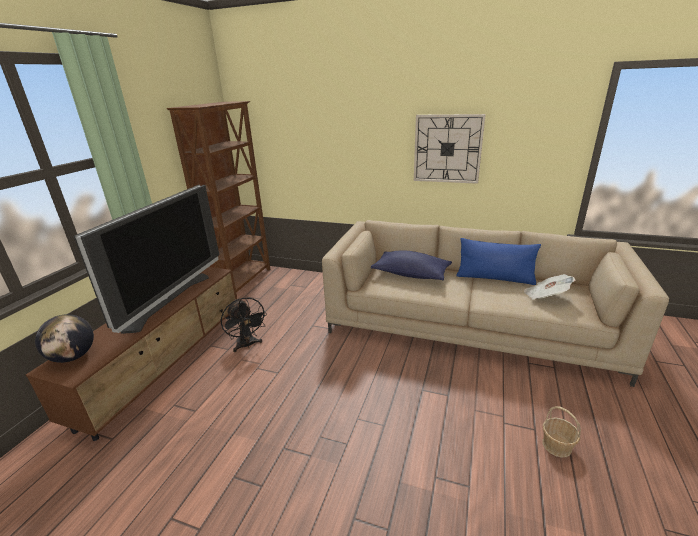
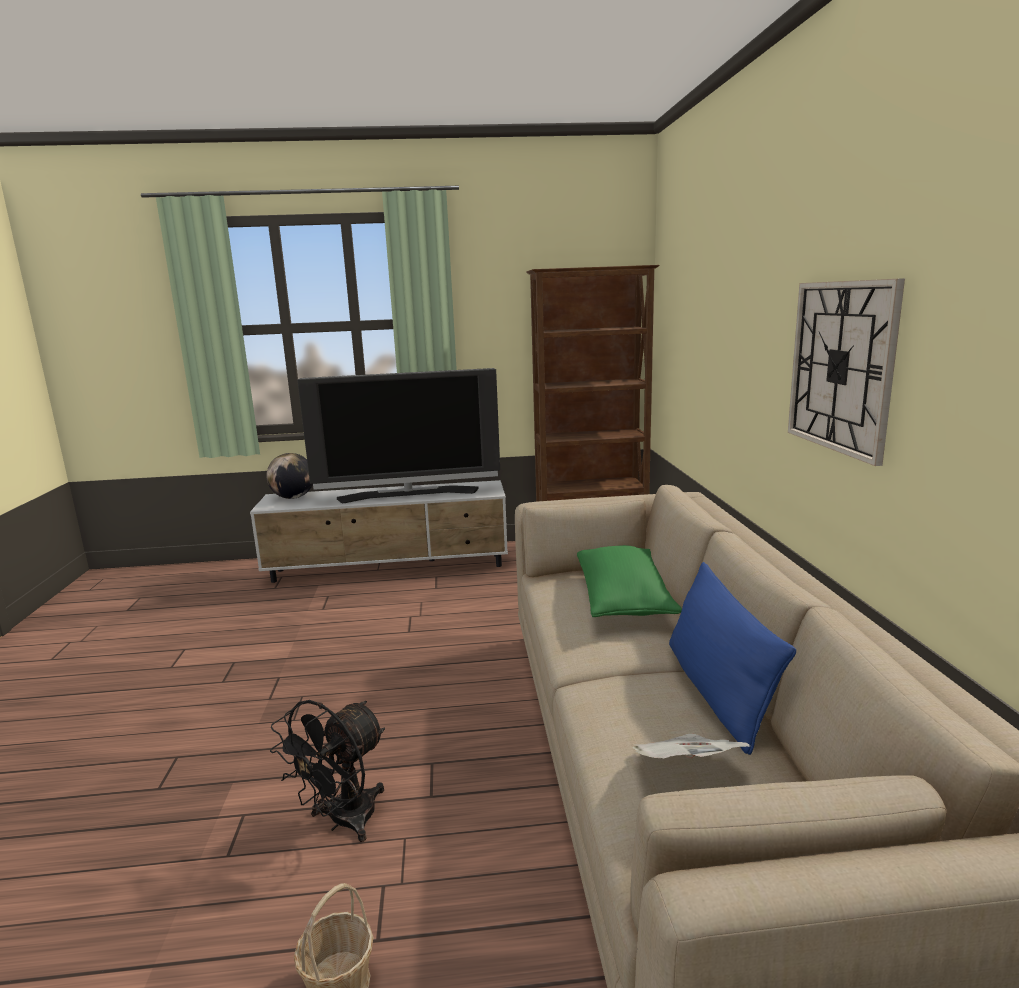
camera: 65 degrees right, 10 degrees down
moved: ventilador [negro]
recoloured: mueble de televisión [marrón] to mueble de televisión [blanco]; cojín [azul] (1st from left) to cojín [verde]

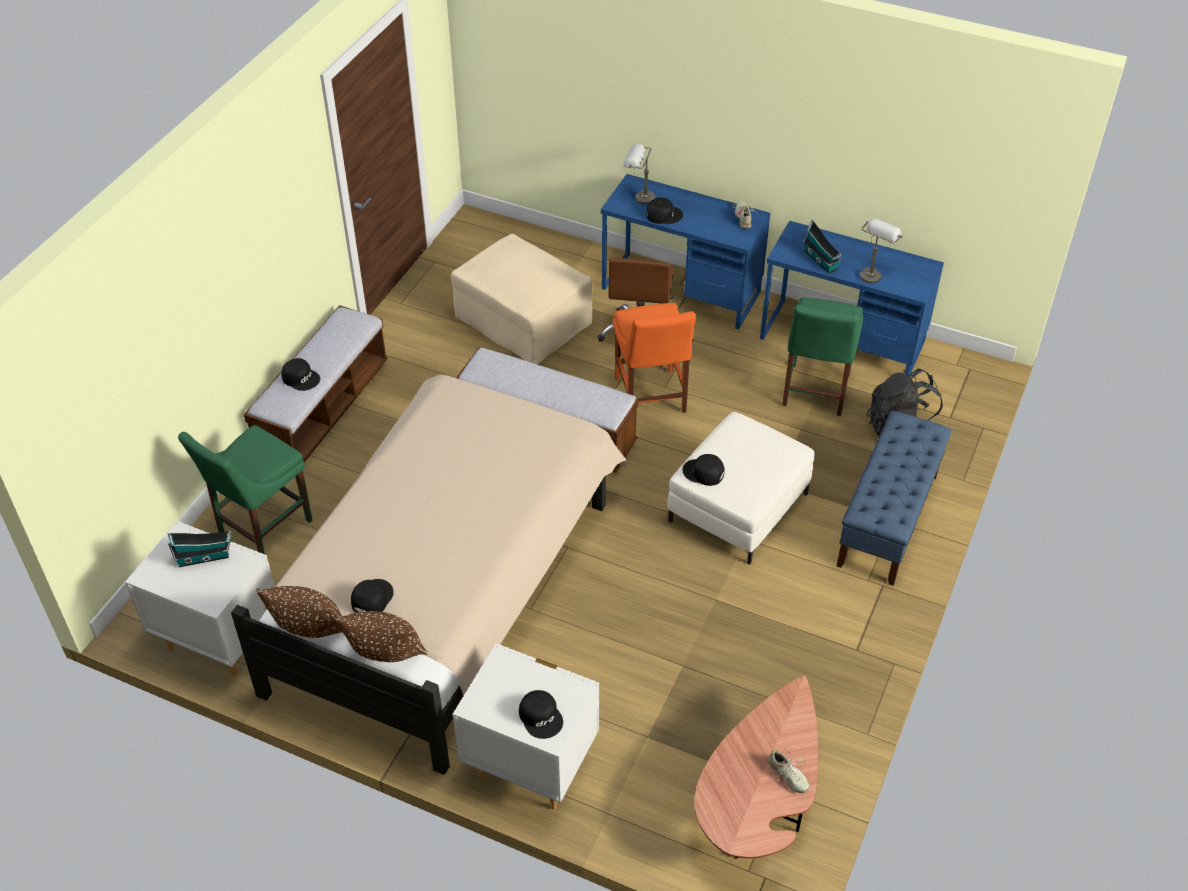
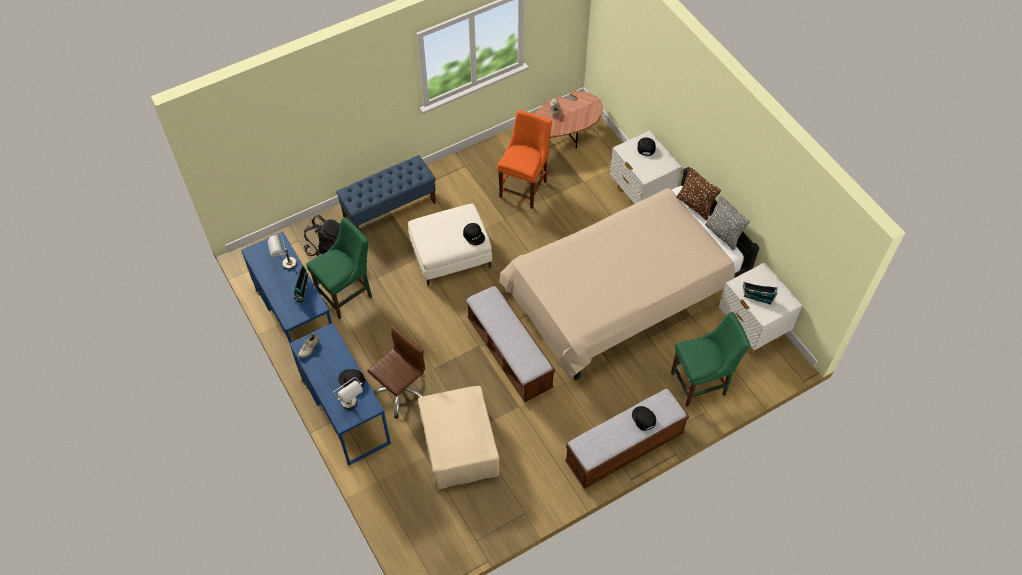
camera: 145 degrees left, 10 degrees up
removed: gorra [negro] (2nd from left)
moved: silla [naranja]
recoloured: cojín [marrón] (1st from left) to cojín [gris]

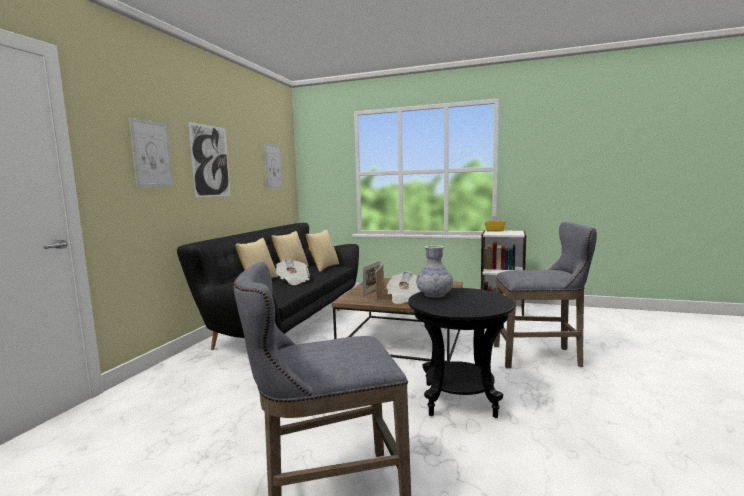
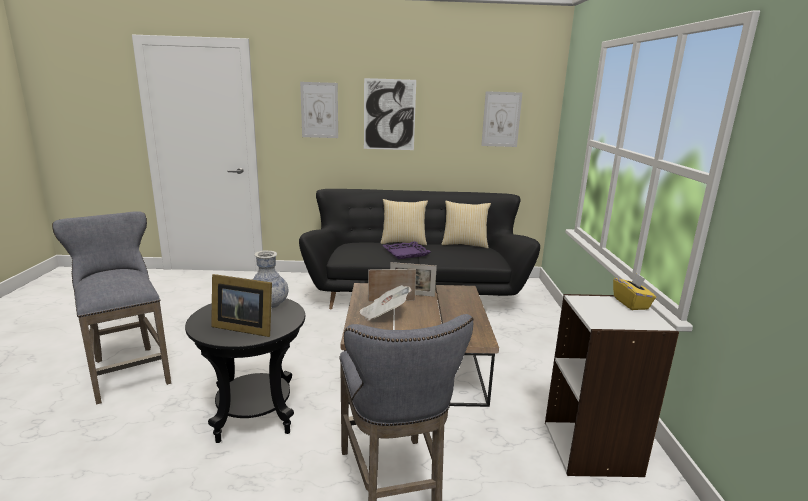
camera: 70 degrees right, 10 degrees up
removed: cojín (3rd from left)
added: portarretratos (1st from left)
replaced: periódico (1st from left) to bandeja [morado]

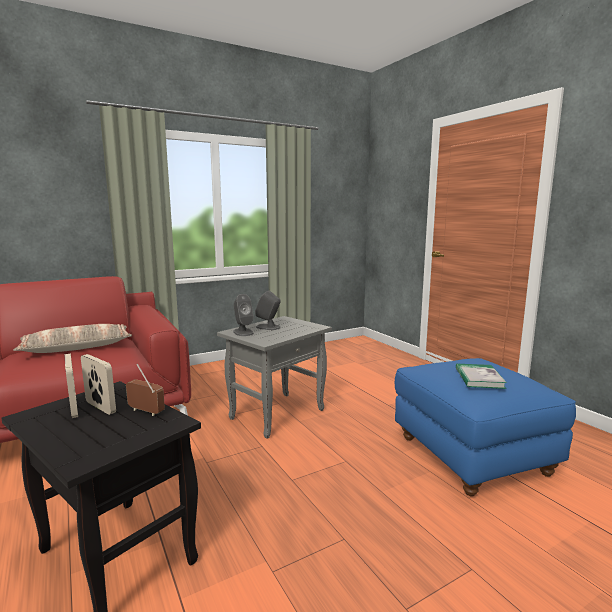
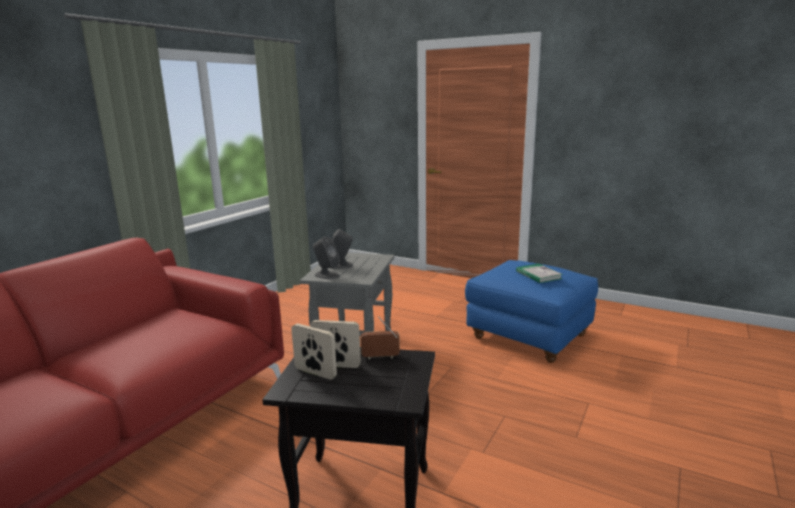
camera: 30 degrees left, 5 degrees up
removed: cojín

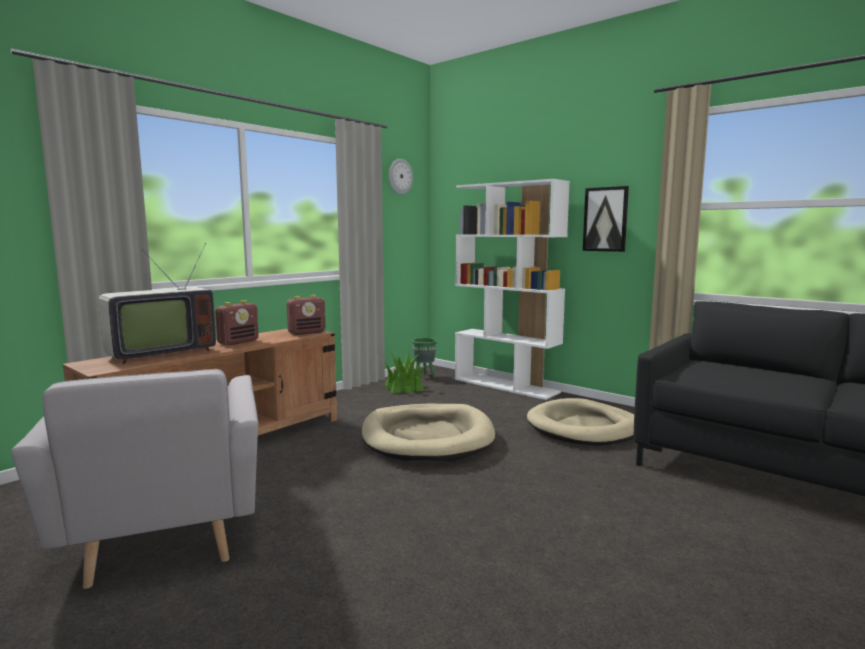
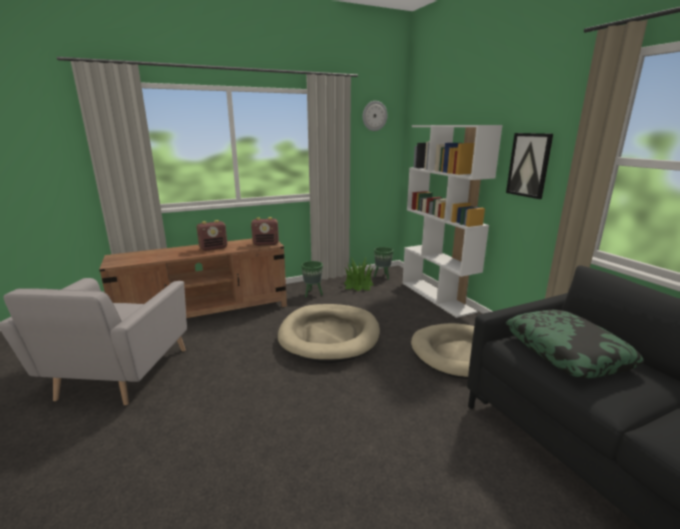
camera: 25 degrees right, 10 degrees up
removed: televisor
added: maceta [verde] (1st from left); cojín

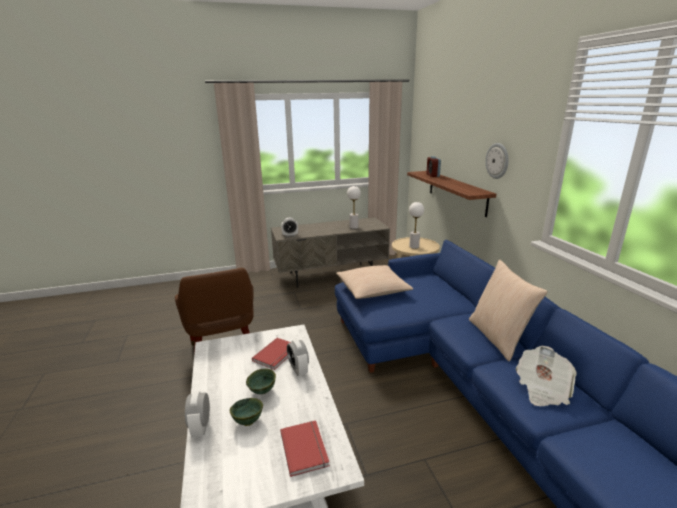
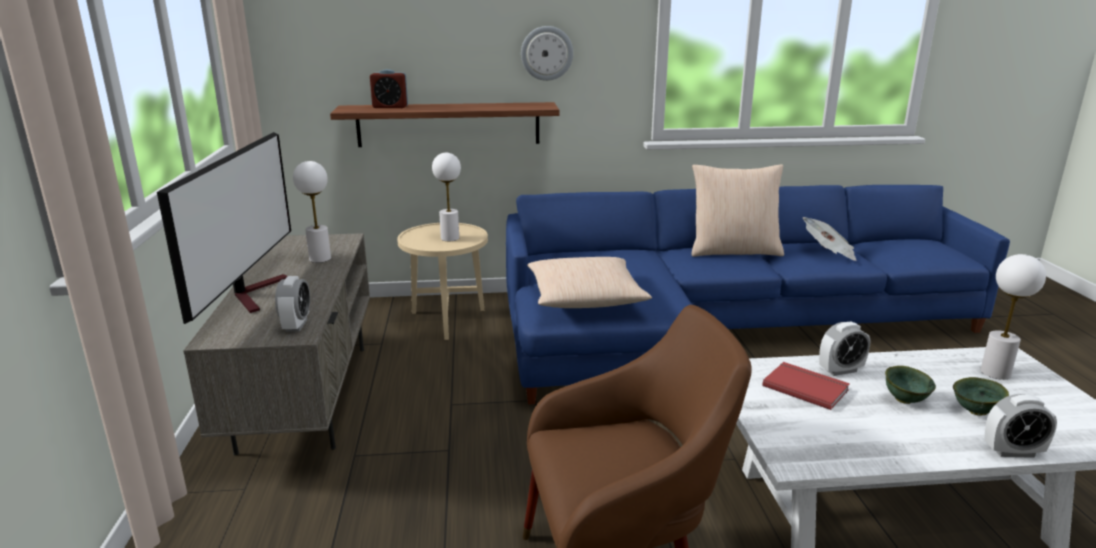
camera: 80 degrees left, 0 degrees up
added: televisor
replaced: libro [rojo] (2nd from left) to lámpara de mesa [blanco] (3rd from left)

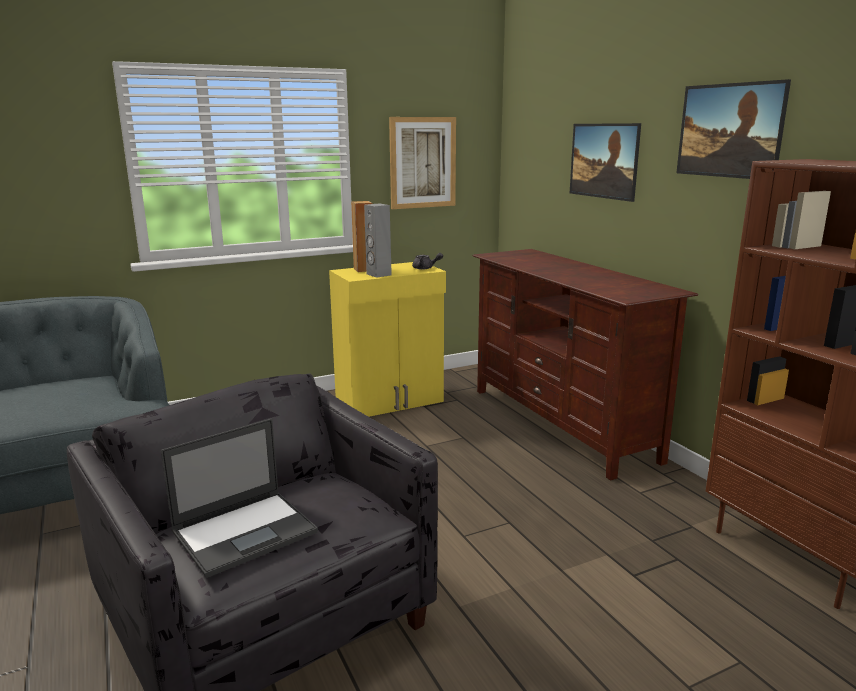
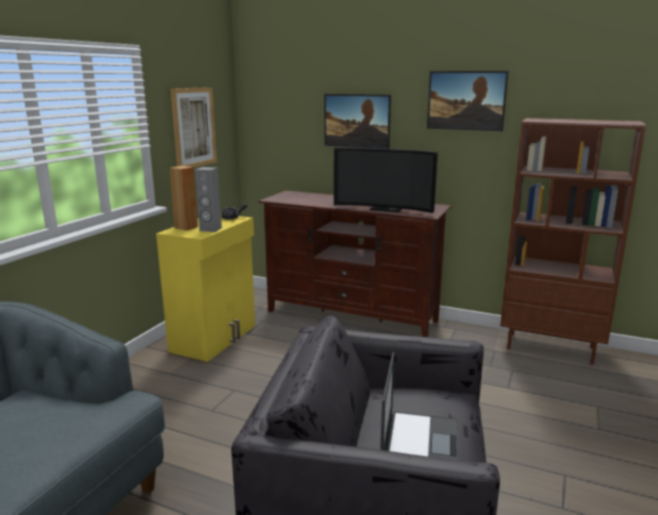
camera: 40 degrees left, 0 degrees up
added: televisor

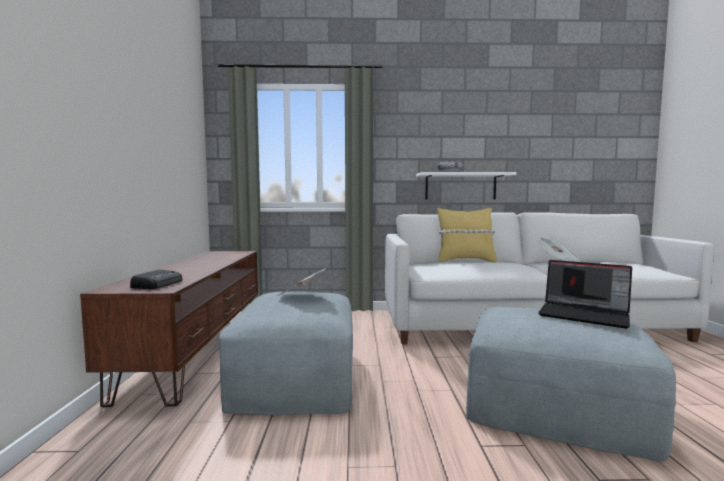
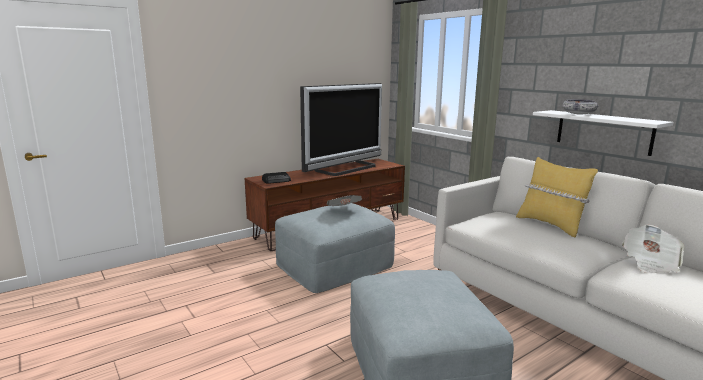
camera: 55 degrees right, 10 degrees up
removed: portátil
added: televisor

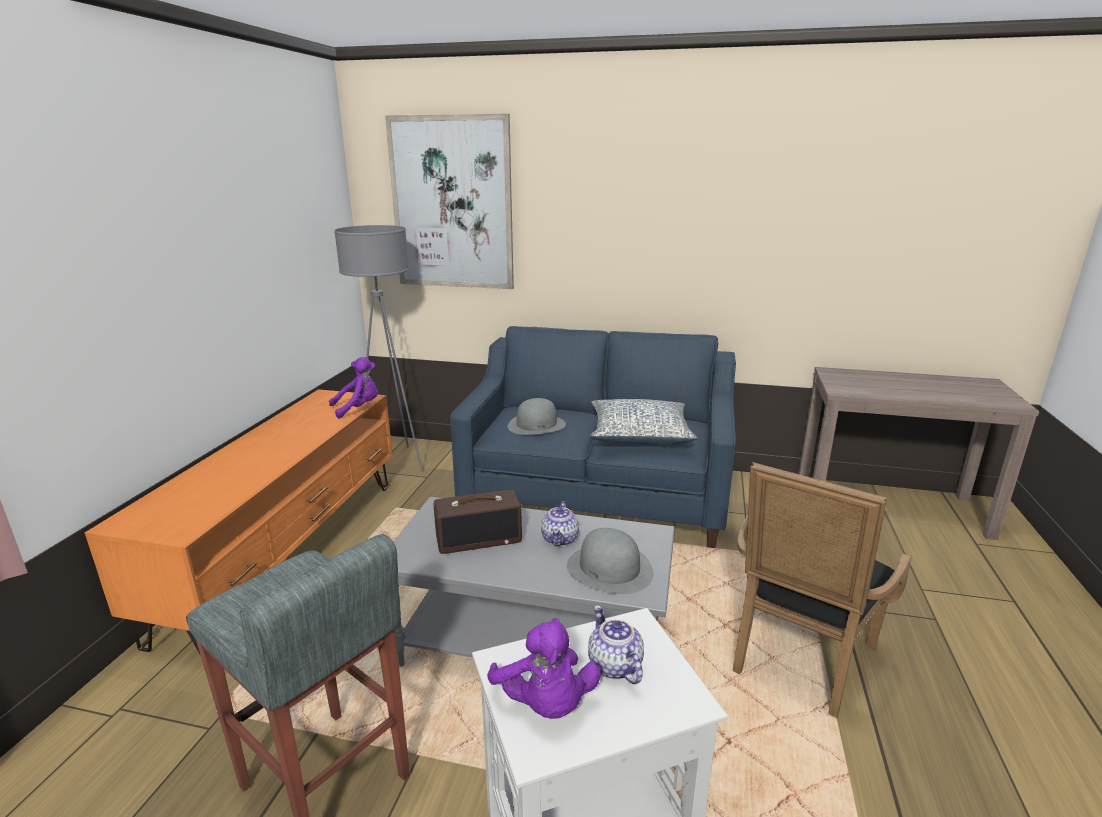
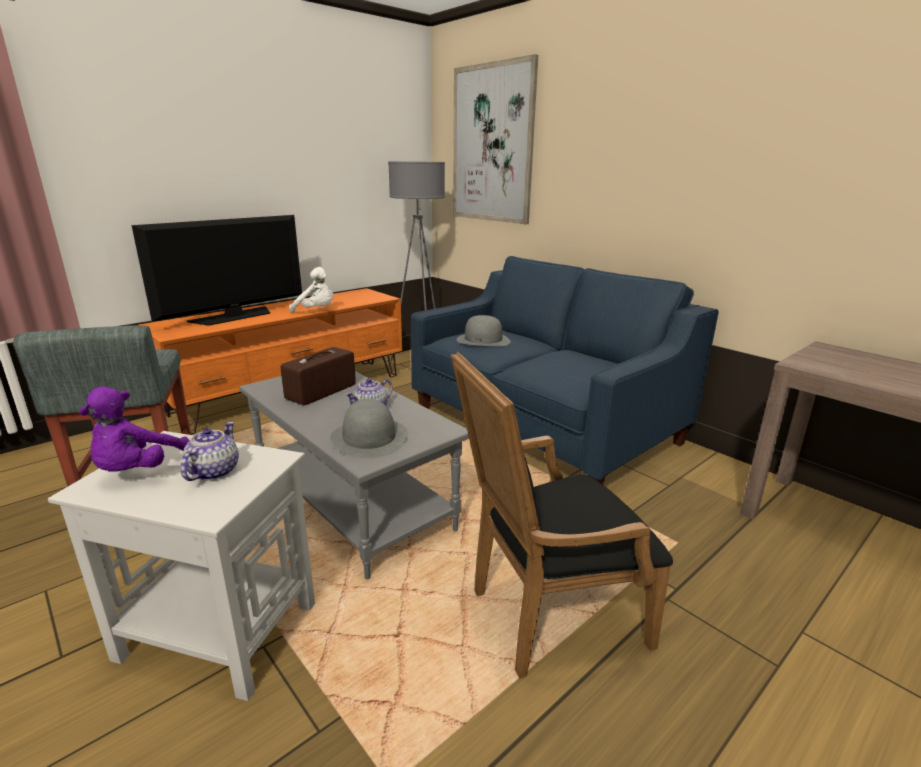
camera: 35 degrees right, 0 degrees up
removed: peluche [morado] (1st from left); cojín
added: televisor; peluche [blanco]
turned: radio 105 degrees clockwise

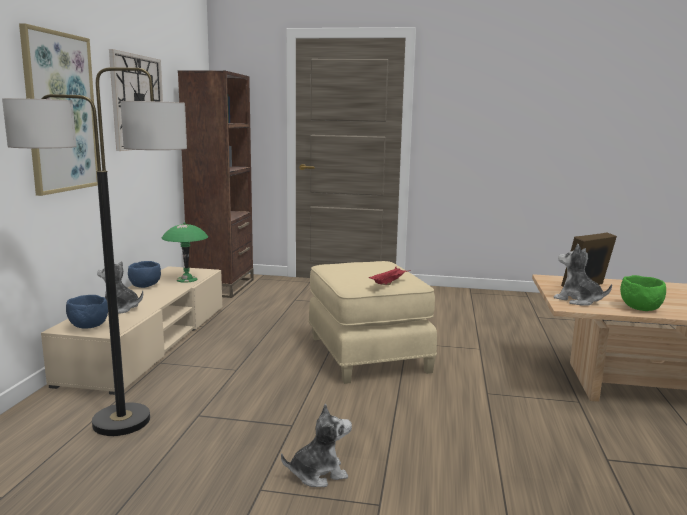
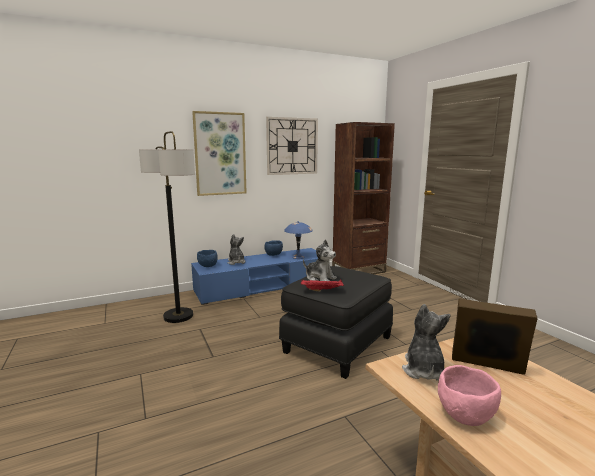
camera: 55 degrees right, 0 degrees up
moved: peluche (2nd from left)
recoloured: mueble de televisión [beis] to mueble de televisión [azul]; lámpara de mesa [verde] to lámpara de mesa [azul]; puf [beis] to puf [negro]; cuenco [verde] to cuenco [rosa]

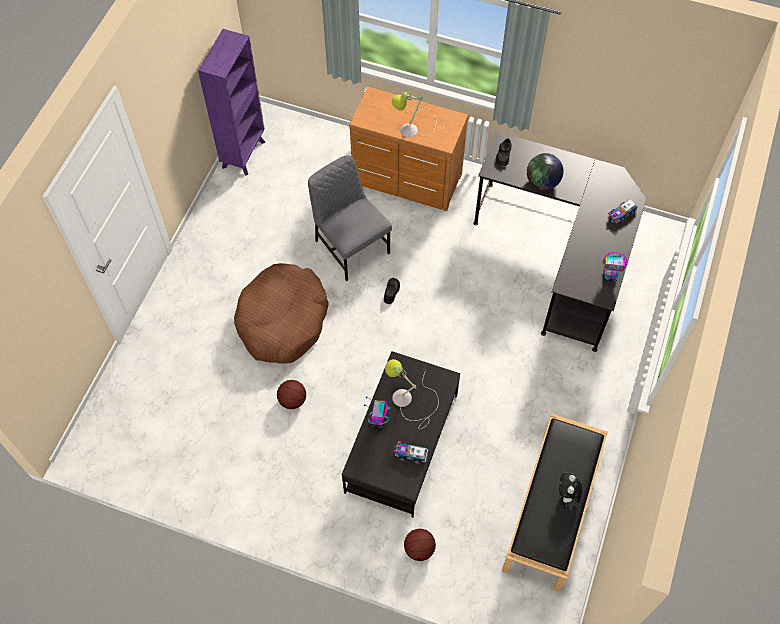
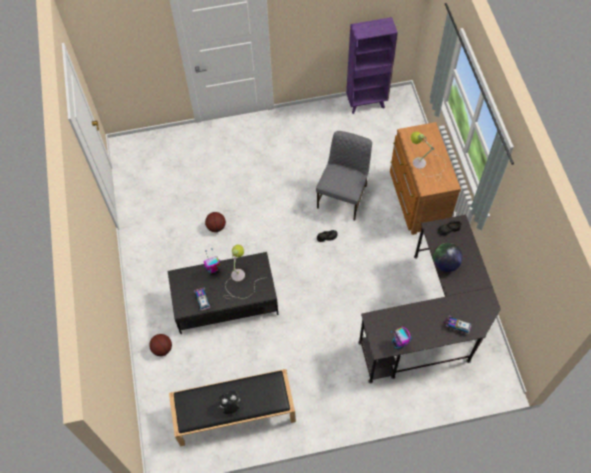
camera: 60 degrees right, 0 degrees up
removed: cama para perro [marrón]

